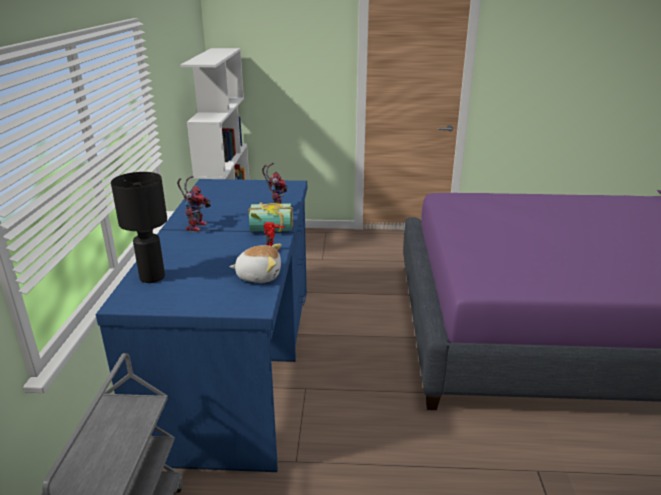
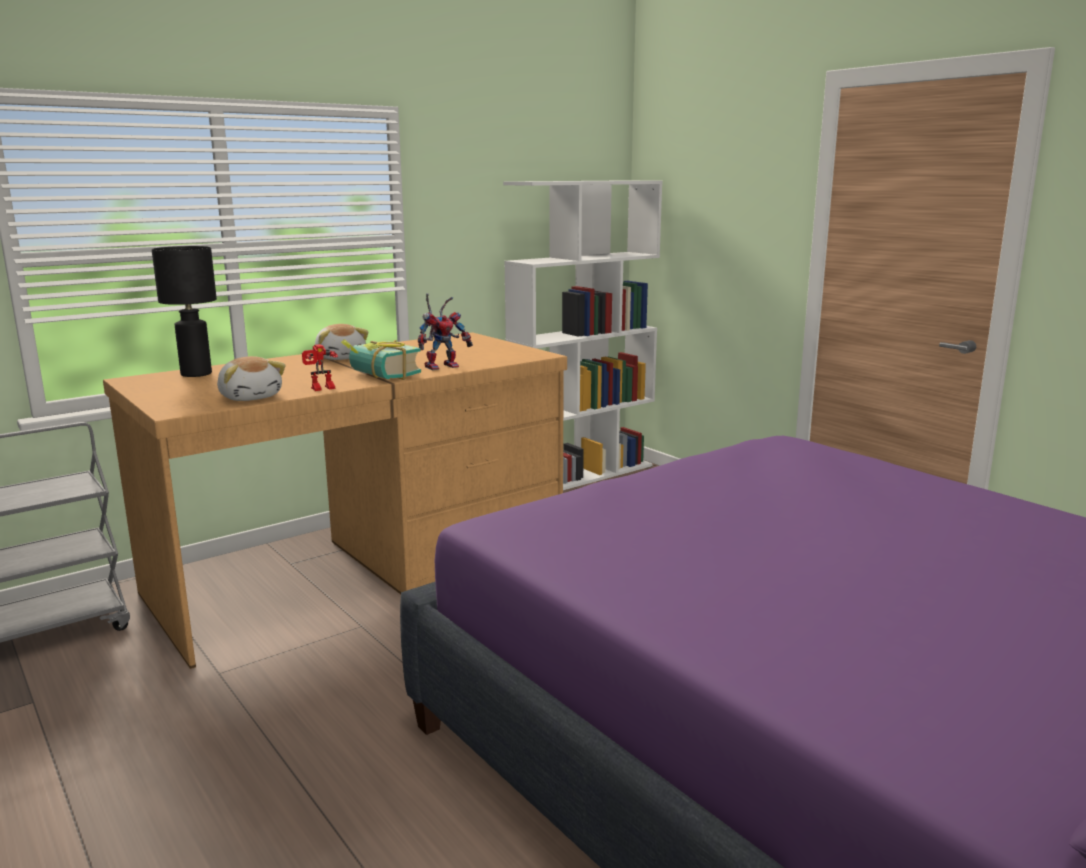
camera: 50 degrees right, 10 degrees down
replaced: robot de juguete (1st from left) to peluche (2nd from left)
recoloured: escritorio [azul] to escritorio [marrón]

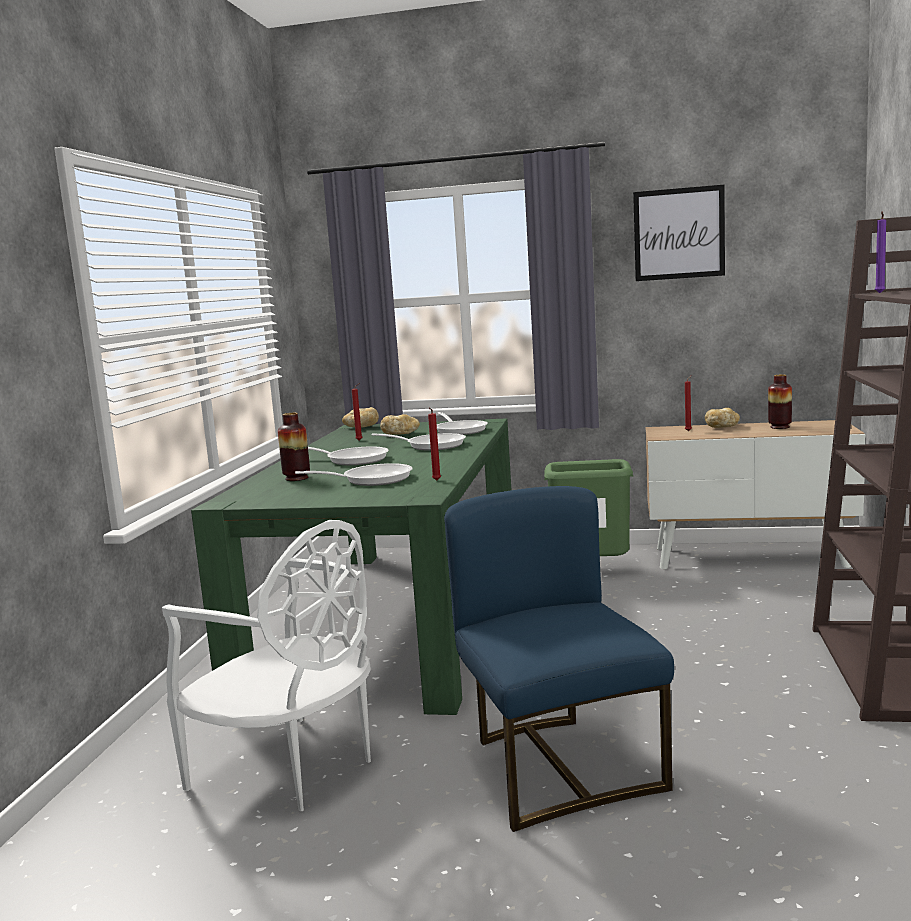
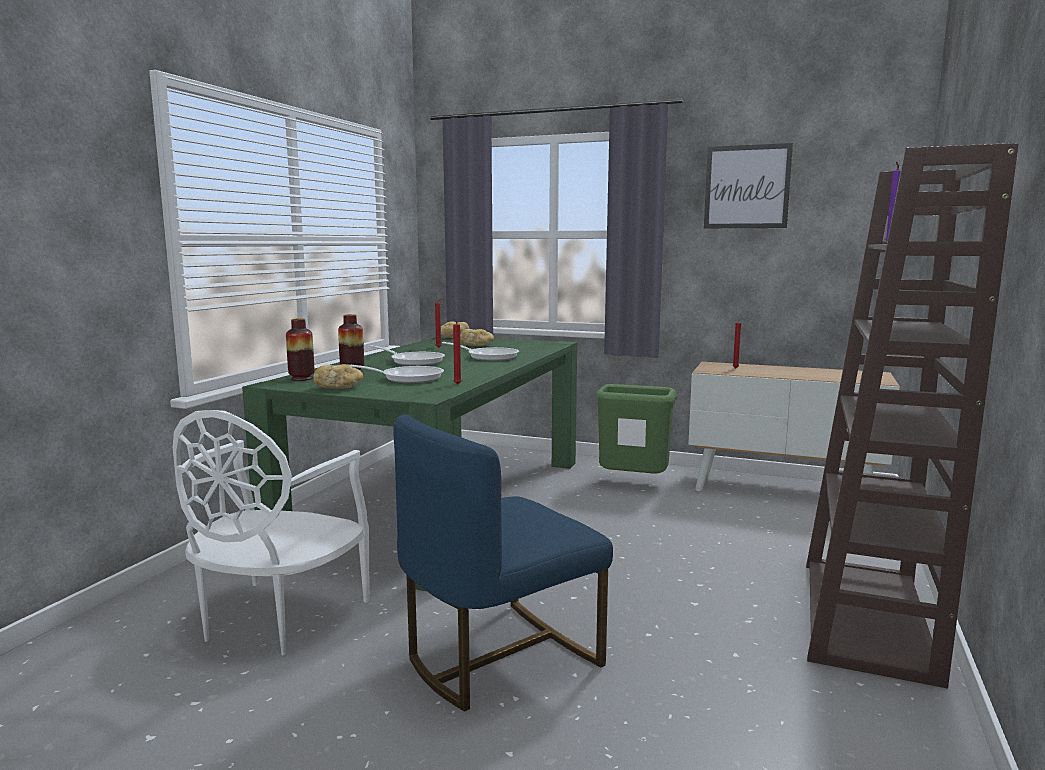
camera: 10 degrees right, 0 degrees up
removed: sartén (4th from left)
moved: pan (3rd from left in the first image) to pan (1st from left); florero (2nd from left in the first image) to florero (1st from left)
turned: silla [blanco] 60 degrees clockwise; silla [azul] 120 degrees counterclockwise

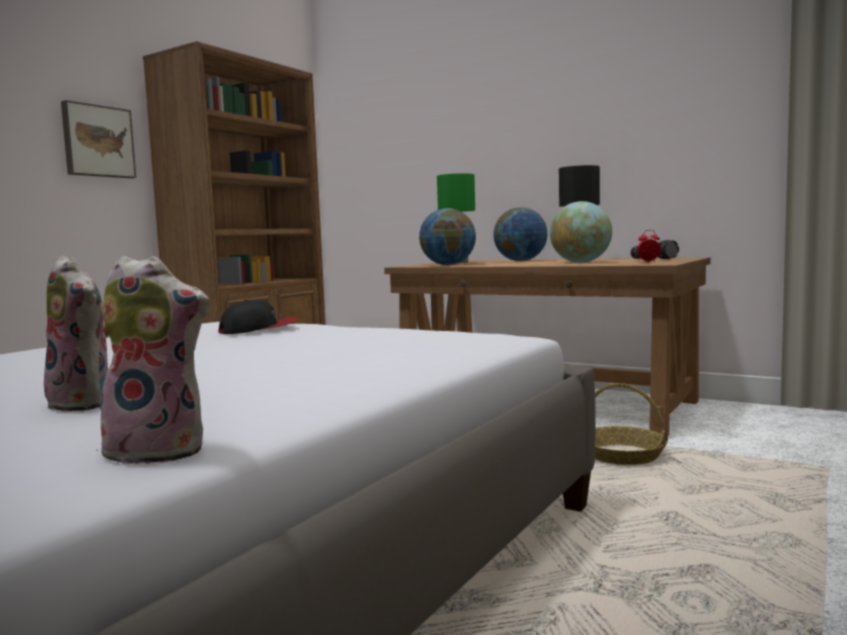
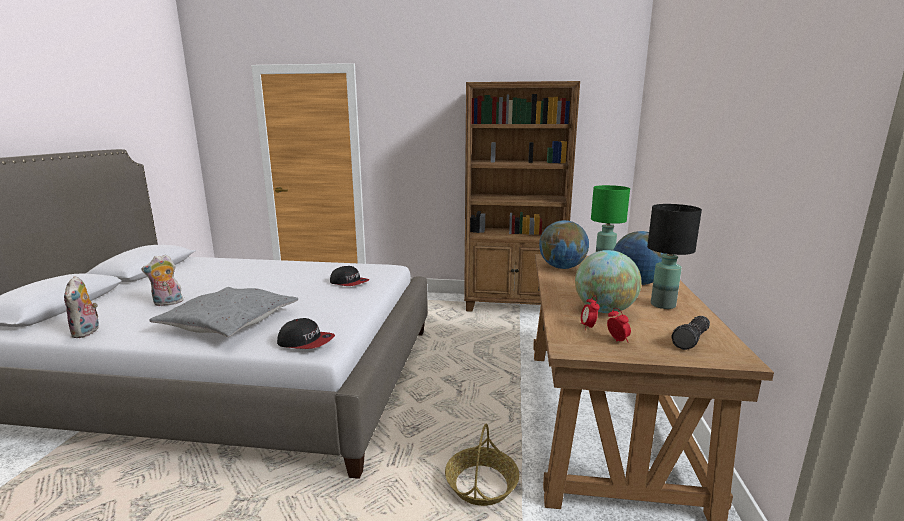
camera: 65 degrees right, 10 degrees up
removed: cuadro
added: cojín [gris]; gorra (1st from left); despertador (1st from left)
turned: peluche (1st from left in the first image) 45 degrees clockwise

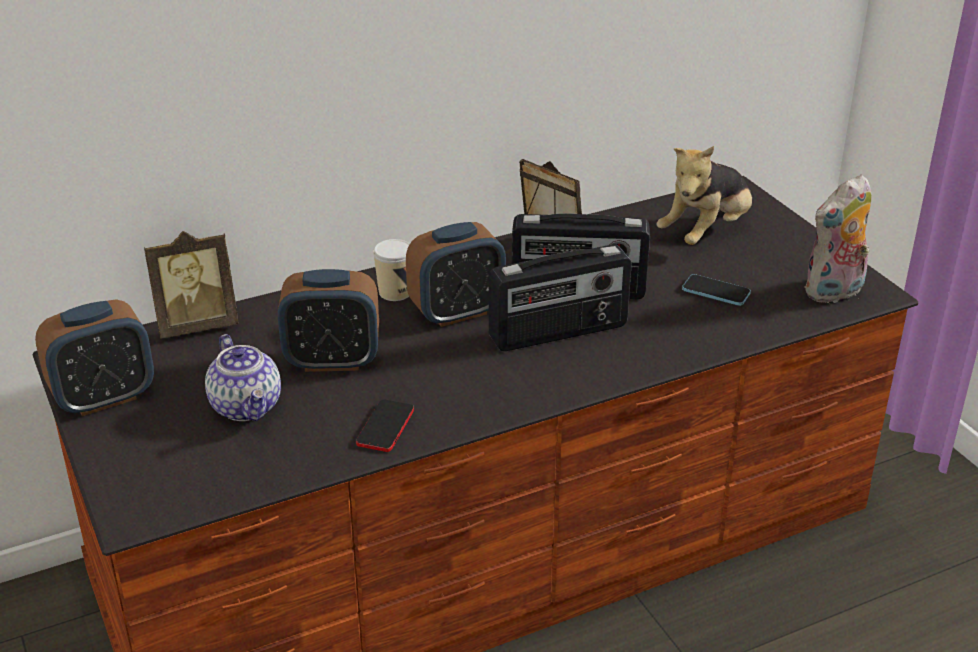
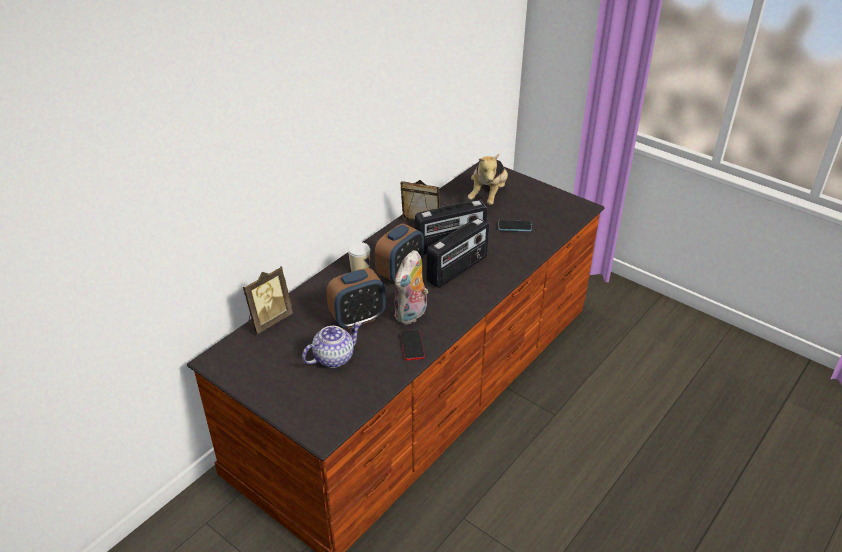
camera: 25 degrees left, 5 degrees up
removed: despertador (1st from left)
moved: peluche (2nd from left in the first image) to peluche (1st from left)
turned: tetera 75 degrees counterclockwise

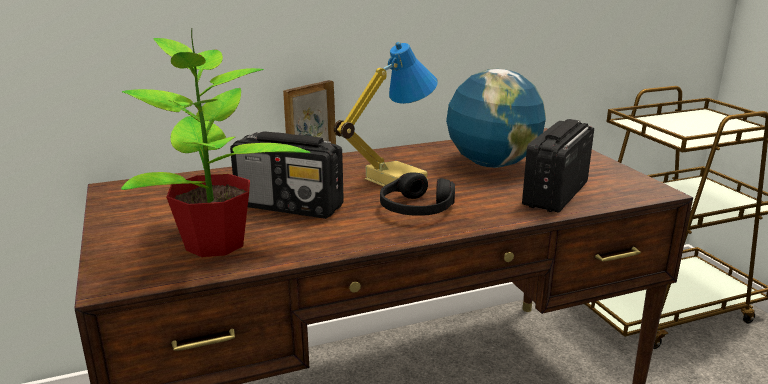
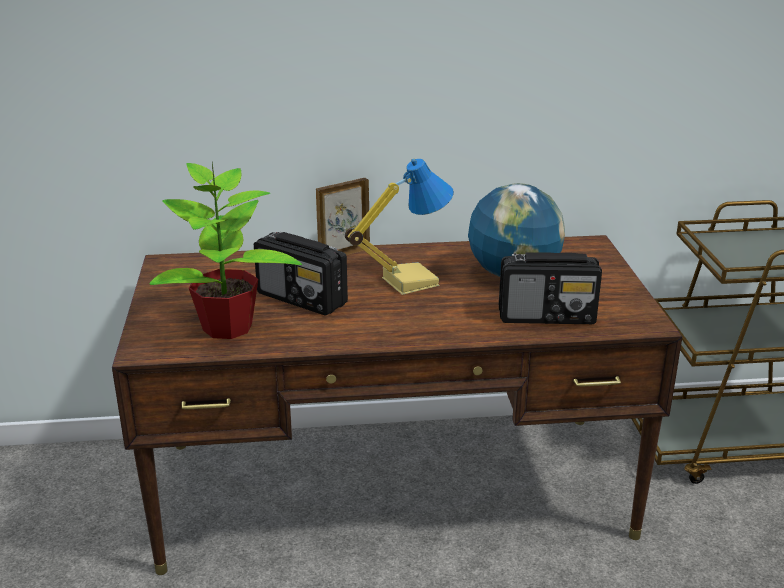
camera: 15 degrees right, 5 degrees up
removed: auriculares [negro]
turned: radio (2nd from left) 135 degrees counterclockwise

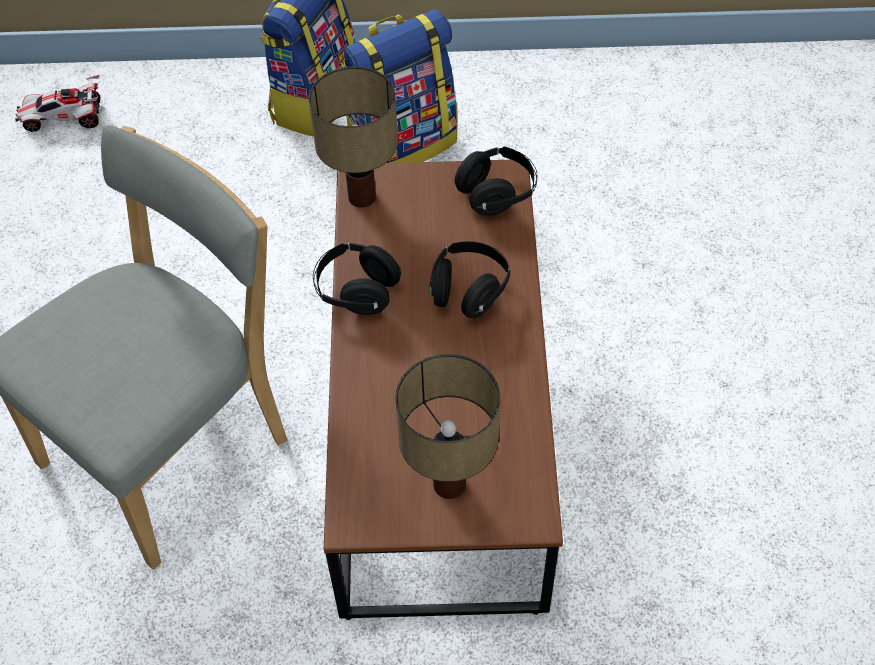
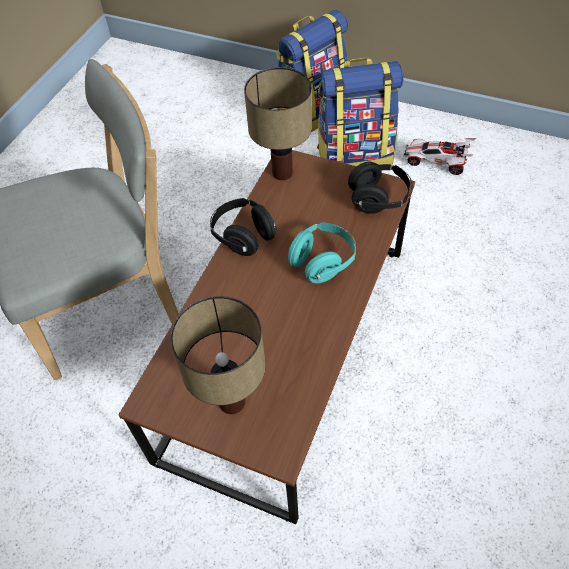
camera: 25 degrees right, 0 degrees up
moved: coche de juguete
recoloured: auriculares [negro] (2nd from left) to auriculares [turquesa]

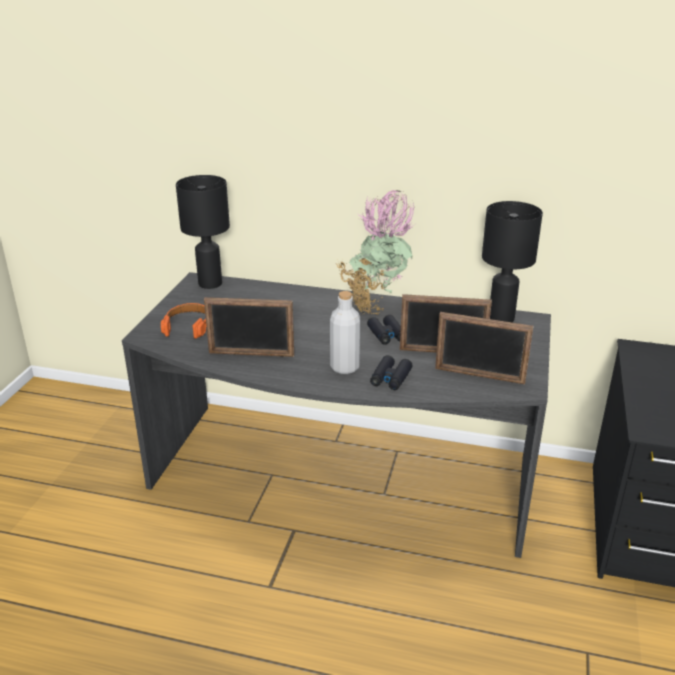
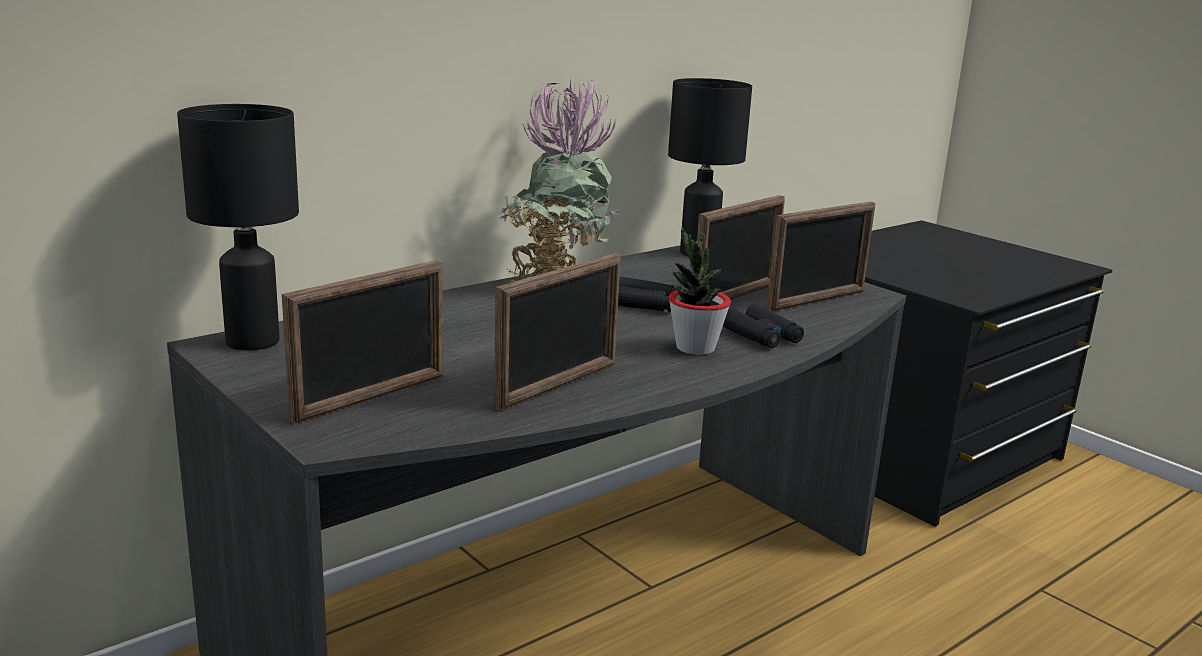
camera: 55 degrees left, 10 degrees down
replaced: auriculares [naranja] to portarretratos (1st from left); botella [gris] to planta en maceta (2nd from left)

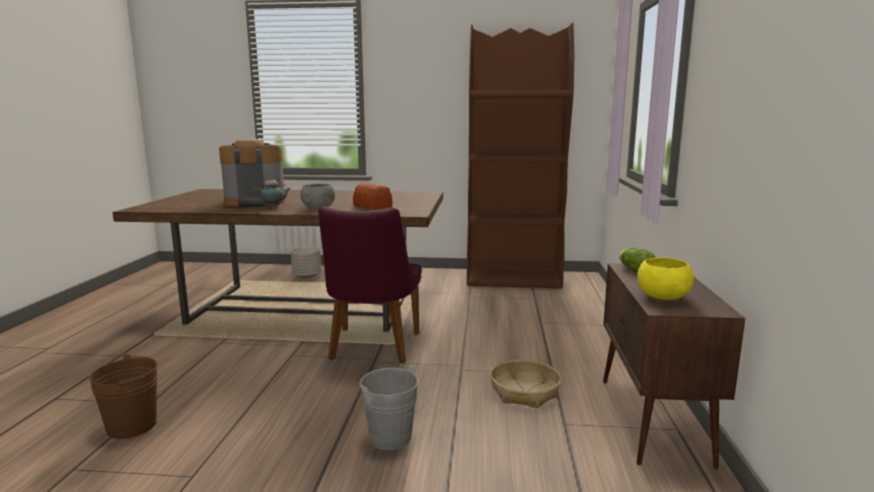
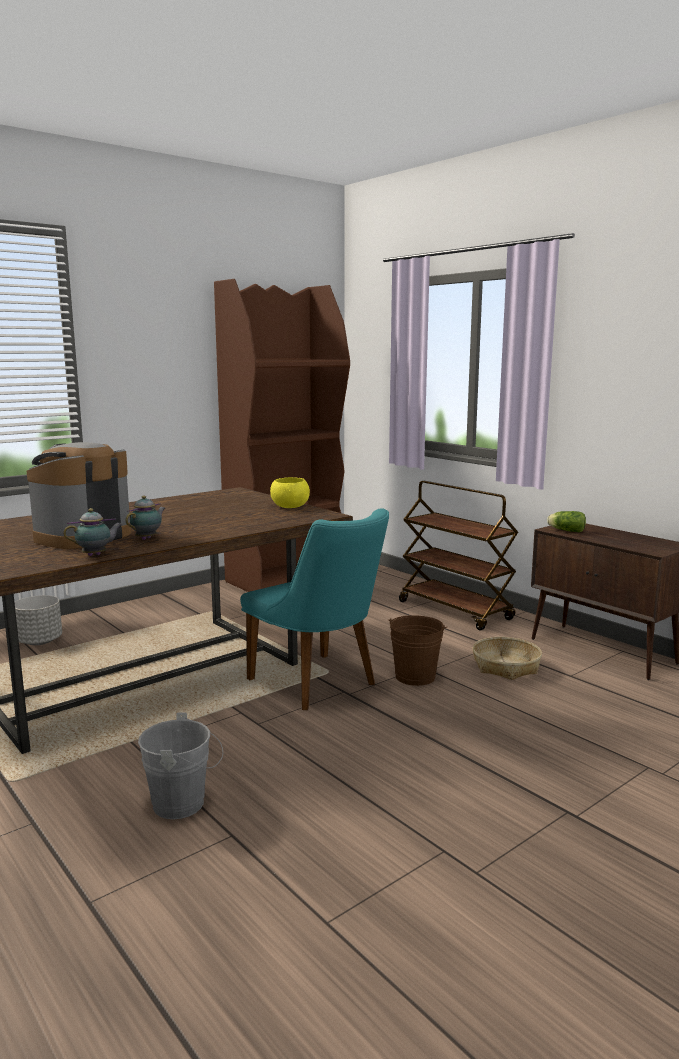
camera: 45 degrees left, 0 degrees up
removed: cuenco [gris]; pan
added: tetera (1st from left); carrito [marrón]
moved: cubo [marrón]; cubo [gris]; cuenco [amarillo]
recoloured: silla [morado] to silla [turquesa]

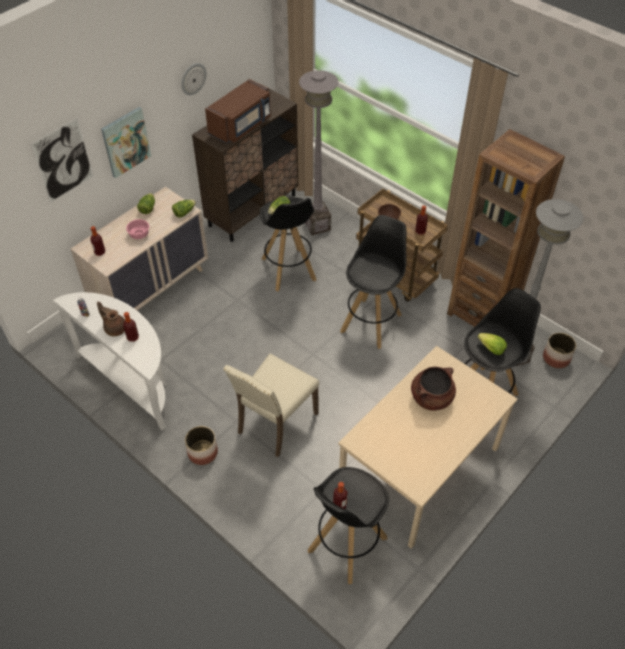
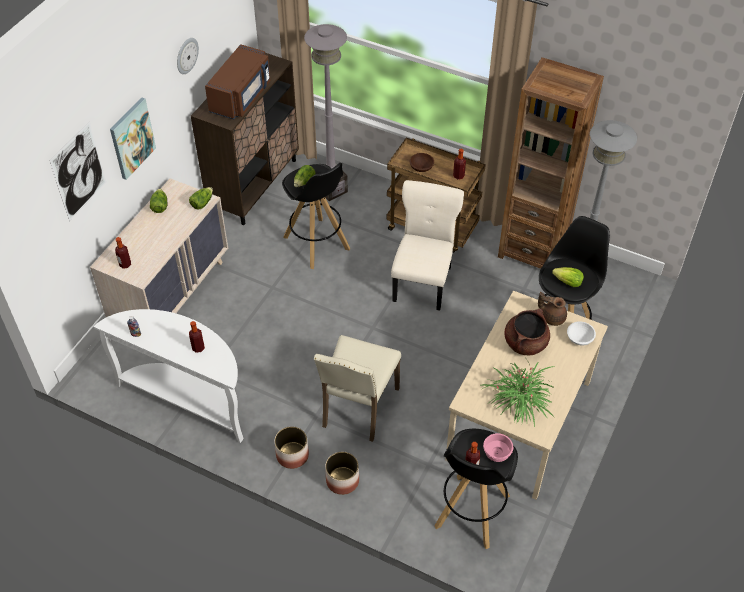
camera: 15 degrees left, 0 degrees up
added: planta en maceta; cuenco [blanco]
moved: tetera [marrón]; cuenco [rosa]; maceta (2nd from left)
replaced: taburete [negro] (3rd from left) to silla [beis] (2nd from left)

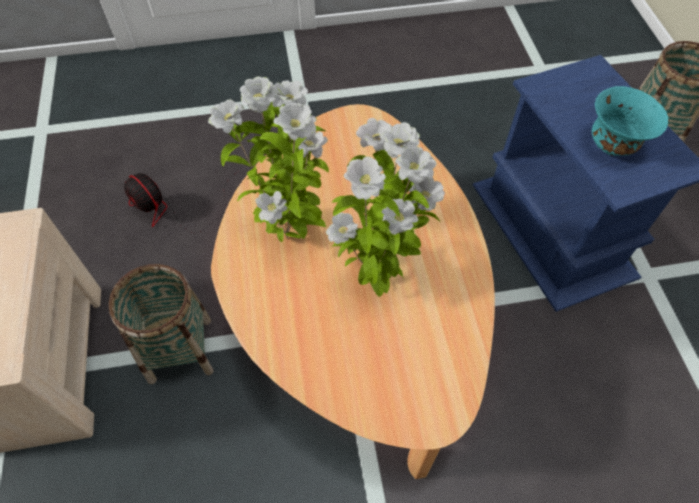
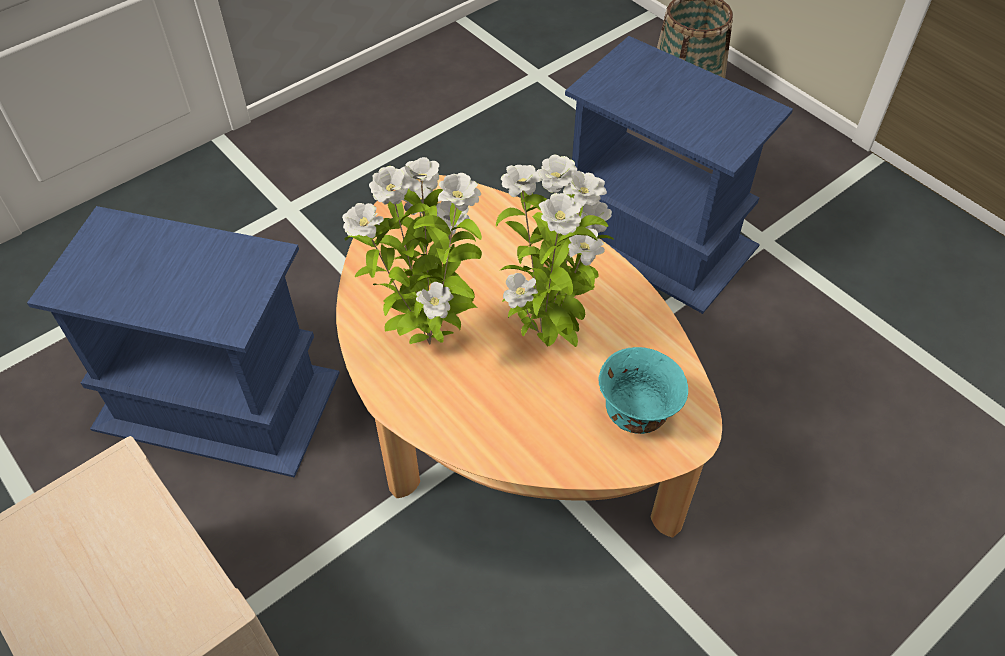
camera: 30 degrees left, 5 degrees down
removed: cesta (1st from left)
moved: cuenco [turquesa]
replaced: ventilador to mesa auxiliar [azul] (1st from left)

